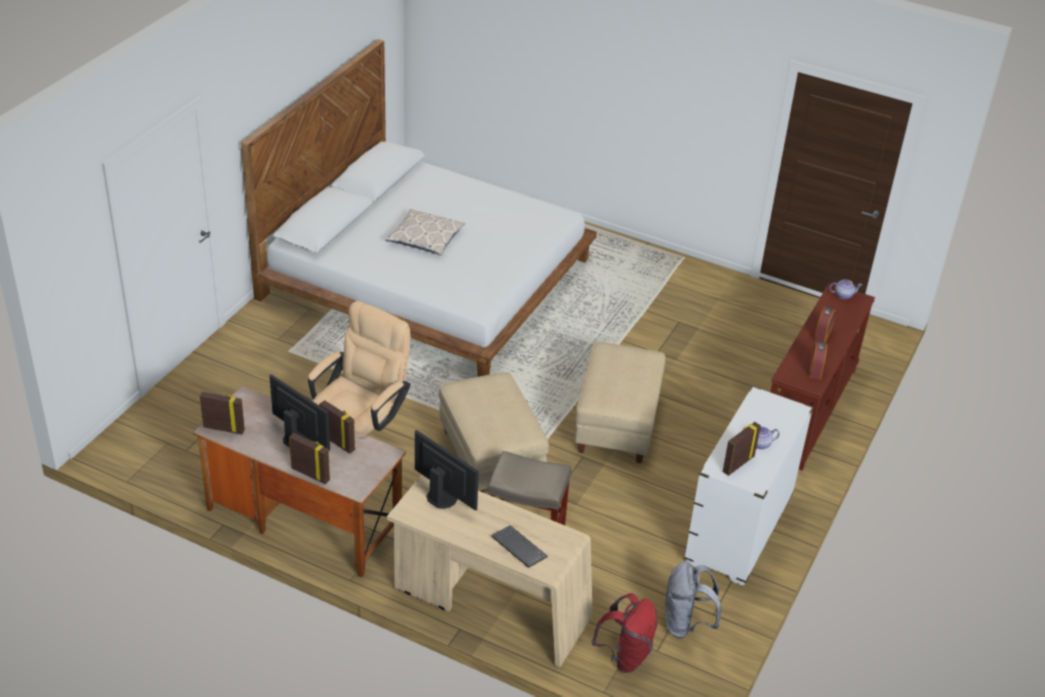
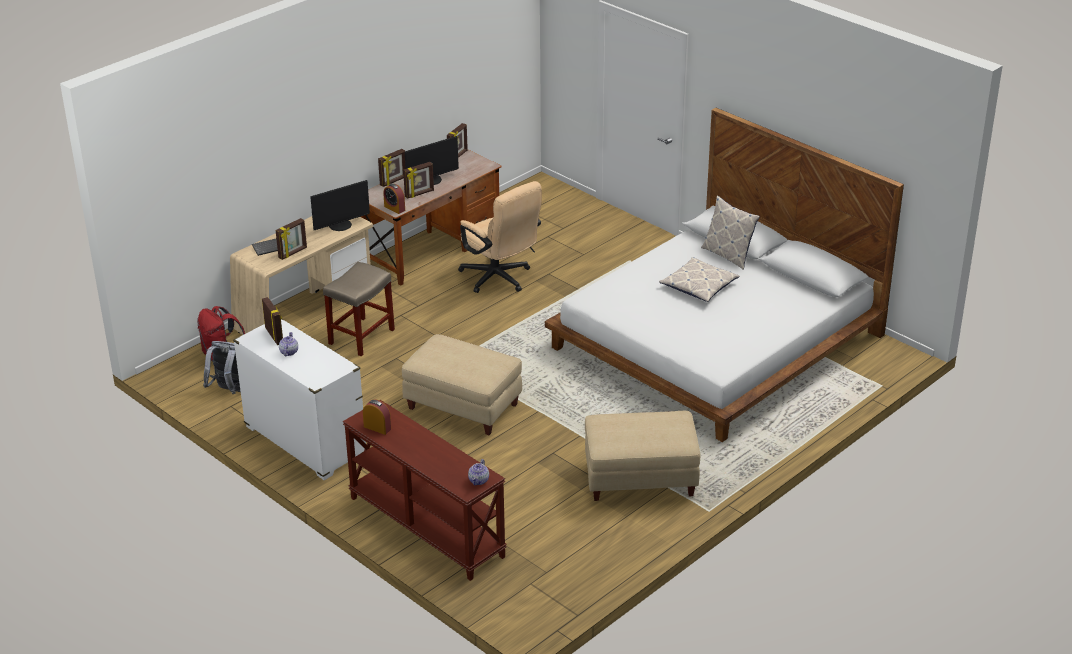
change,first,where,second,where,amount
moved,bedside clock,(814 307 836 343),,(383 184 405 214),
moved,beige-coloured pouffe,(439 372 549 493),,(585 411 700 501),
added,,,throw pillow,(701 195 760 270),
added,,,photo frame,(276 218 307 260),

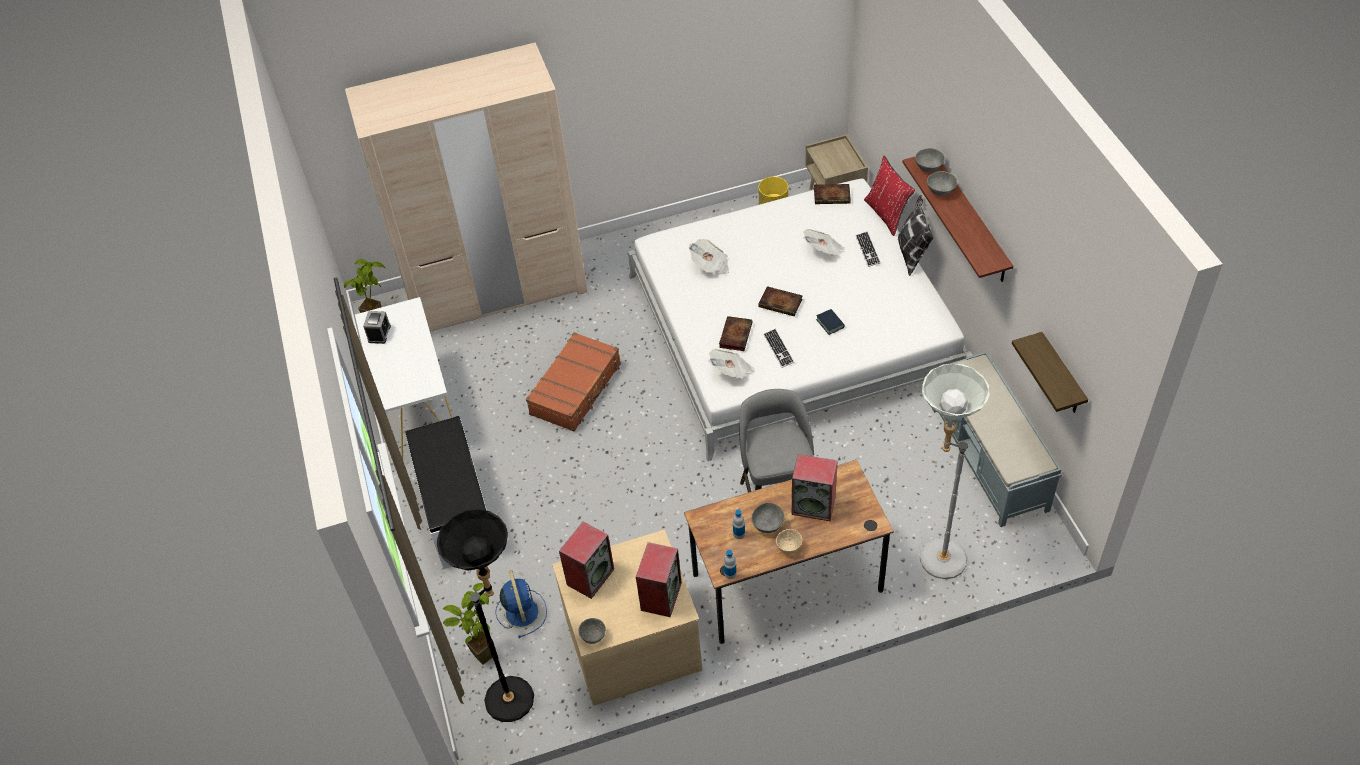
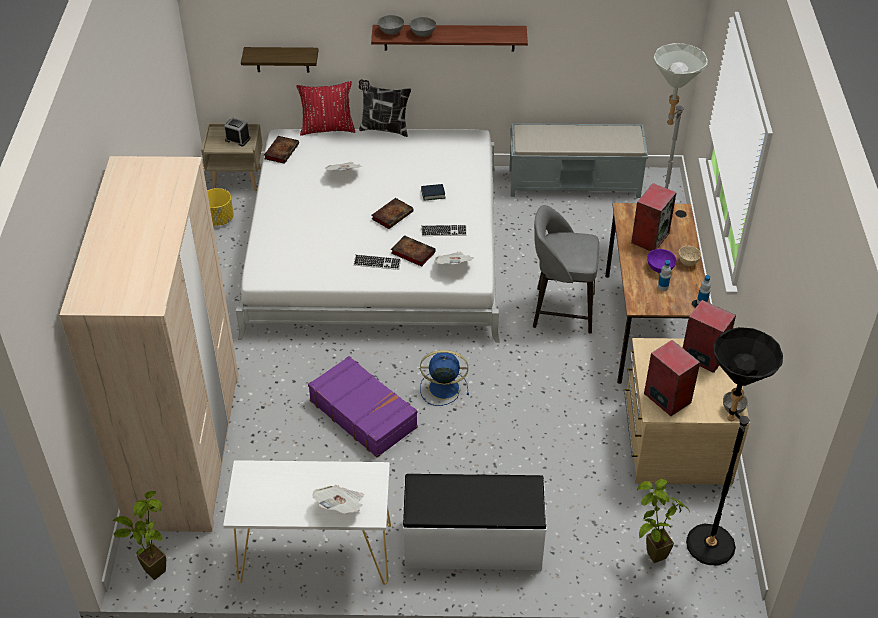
change,first,where,second,where,amount
moved,keyboard,(855 232 881 267),,(353 254 401 270),
moved,newspaper,(689 239 729 274),,(312 485 364 513),
moved,bedside clock,(363 311 391 344),,(224 117 251 146),
recoloured,brown travel case,(526 332 621 432),purple-coloured travel case,(308 356 418 458),
moved,shelf,(1012 332 1088 413),,(241 47 319 73),
recoloured,grey bowl,(752 503 785 533),purple-coloured bowl,(647 249 676 273),
moved,bluish electric fan,(495 570 547 638),,(420 350 469 406),

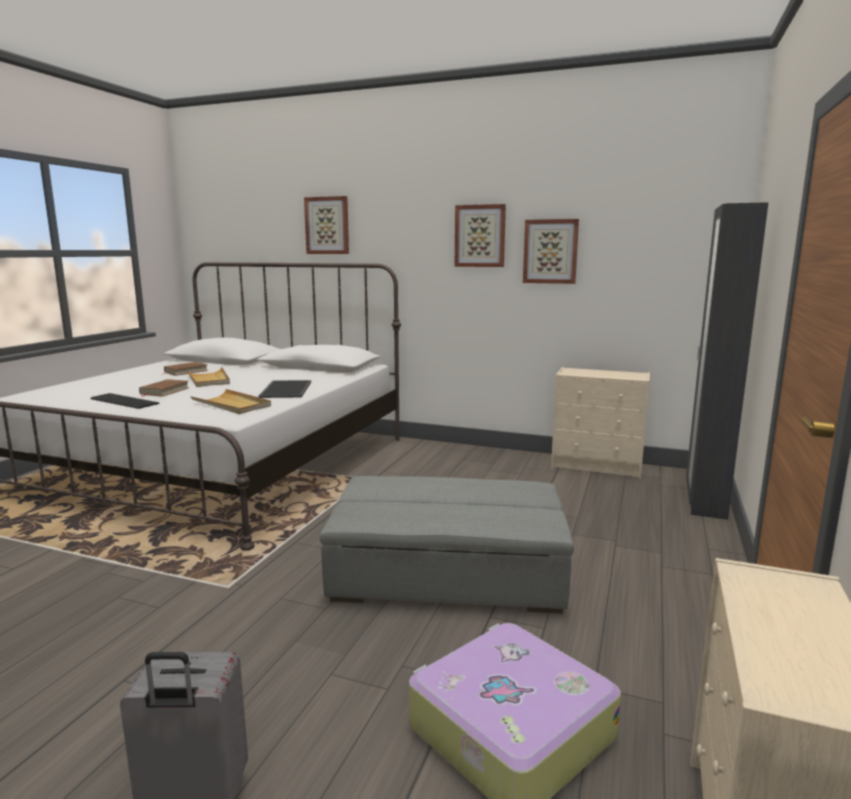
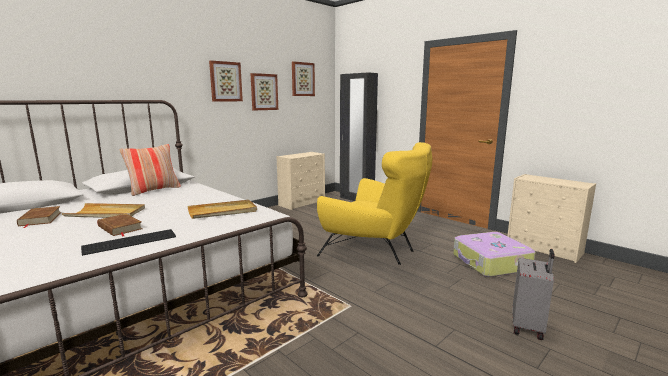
change,first,where,second,where,amount
moved,wall art,(304 196 349 254),,(292 61 315 96),
removed,tray,(258 380 311 398),,,
replaced,grey pouffe,(319 476 574 613),yellow-coloured easy chair,(317 142 432 265),
added,,,throw pillow,(120 144 181 196),

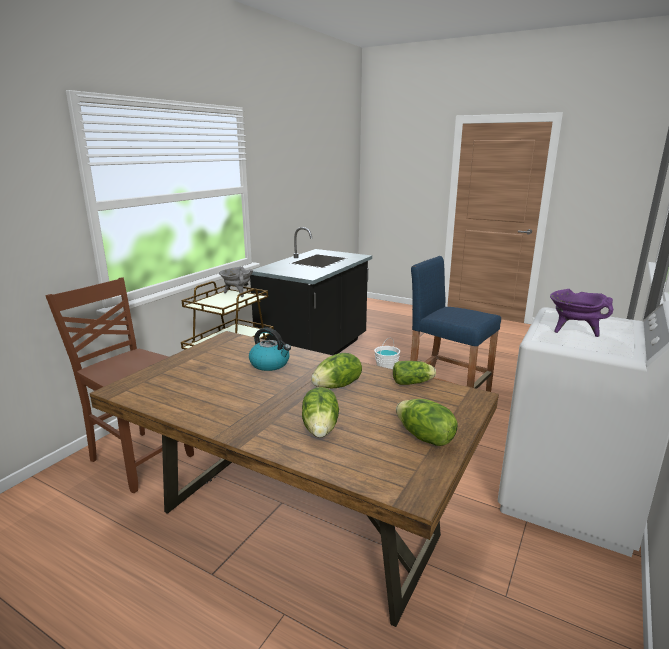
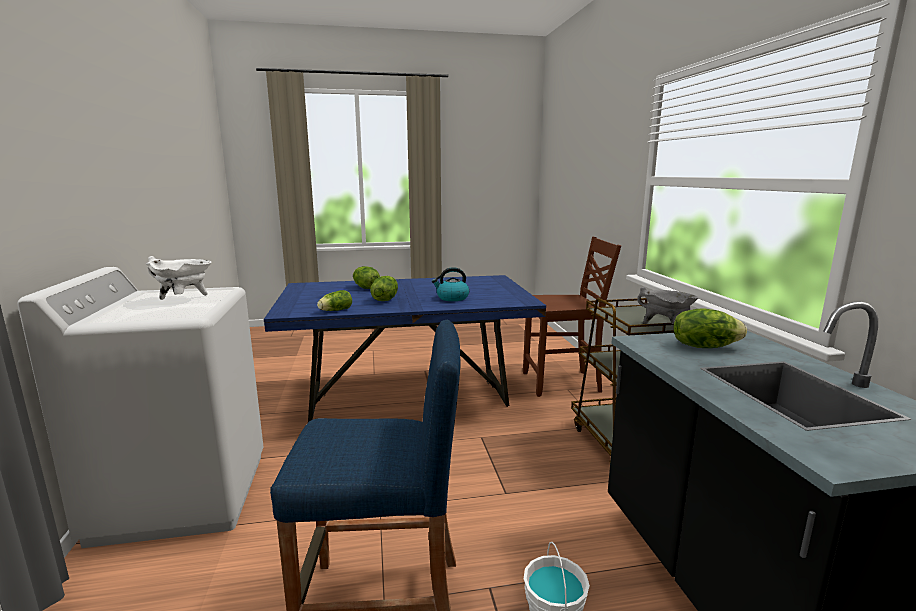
change,first,where,second,where,amount
recoloured,purple-coloured stockpot,(550 289 613 337),white stockpot,(146 256 212 300),
recoloured,brown dinner table,(89 331 499 627),bluish dinner table,(264 275 546 422),
moved,lettuce head,(396 399 458 446),,(673 308 747 348),

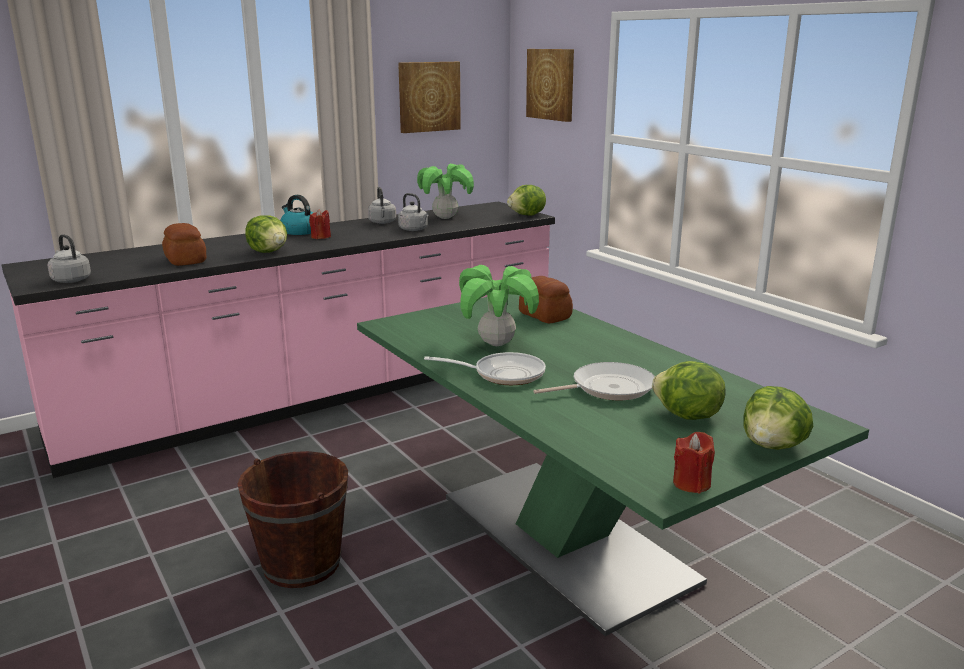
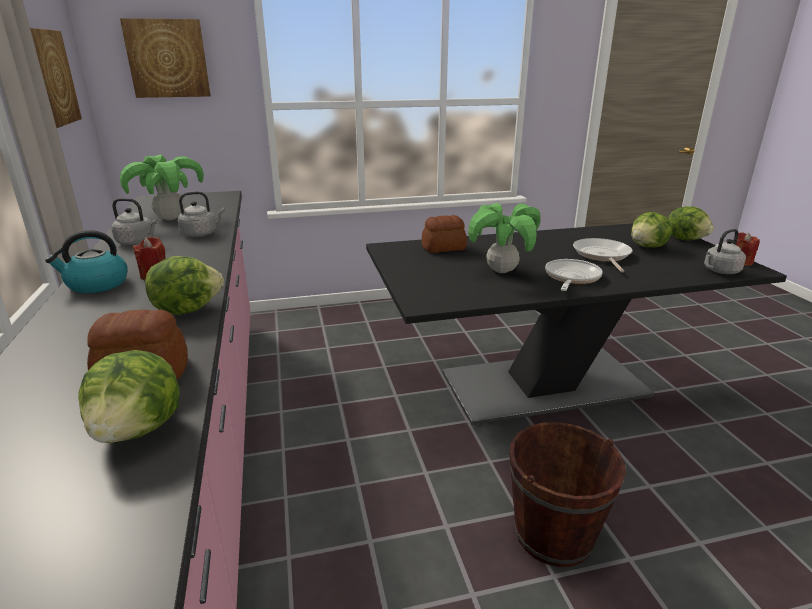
change,first,where,second,where,amount
moved,lettuce head,(507 185 546 216),,(78 350 179 443),
moved,grey tea kettle,(48 234 91 283),,(704 229 746 274),
recoloured,green dinner table,(357 294 869 636),black dinner table,(366 223 787 425),

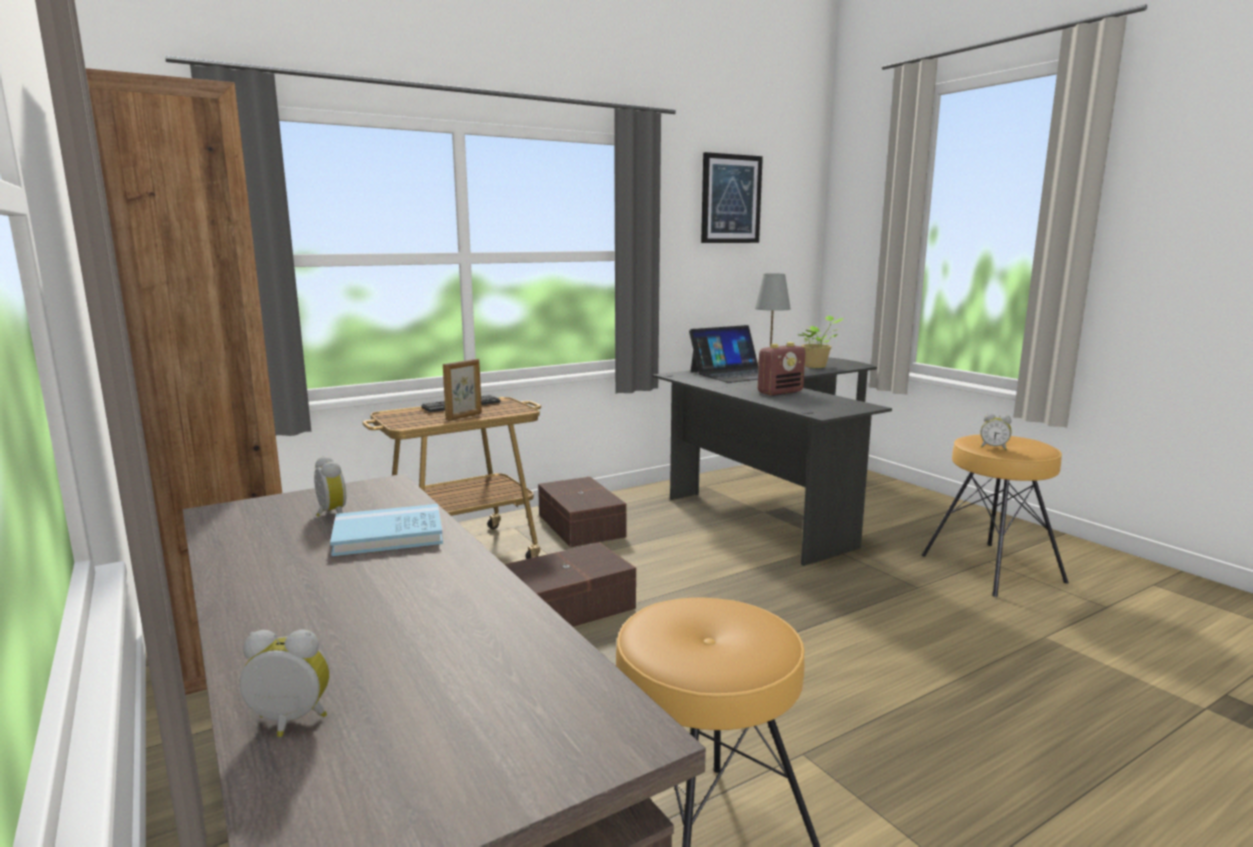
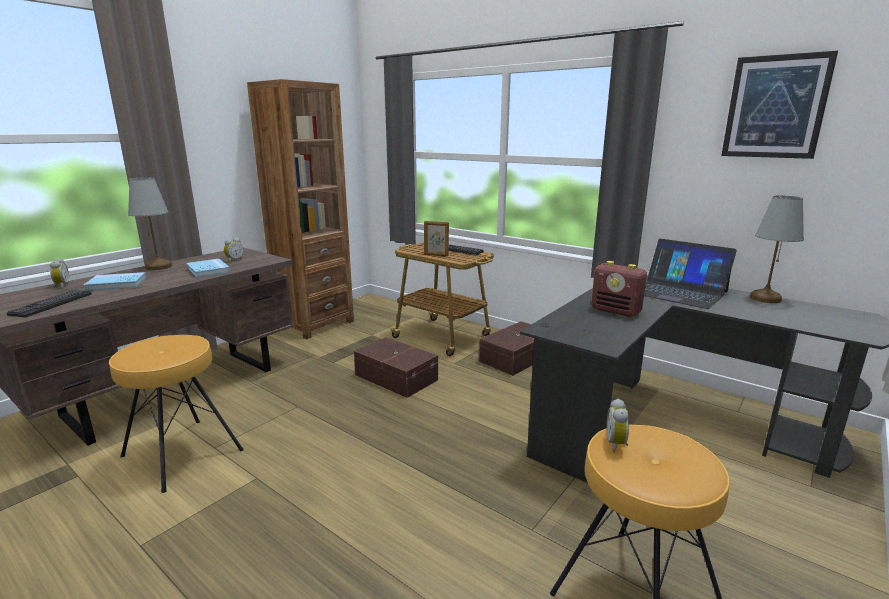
change,first,where,second,where,amount
removed,houseplant,(799 316 844 368),,,
added,,,grey table lamp,(128 177 172 270),
added,,,bluish volume,(84 272 146 291),
added,,,keyboard,(7 290 92 317),

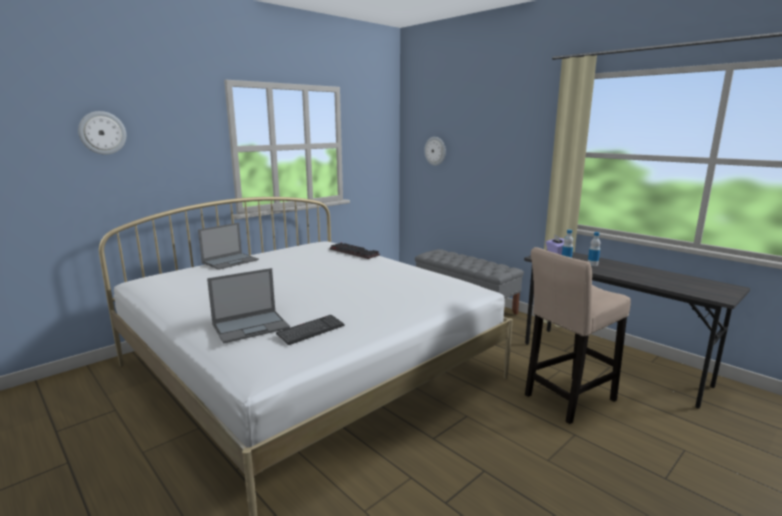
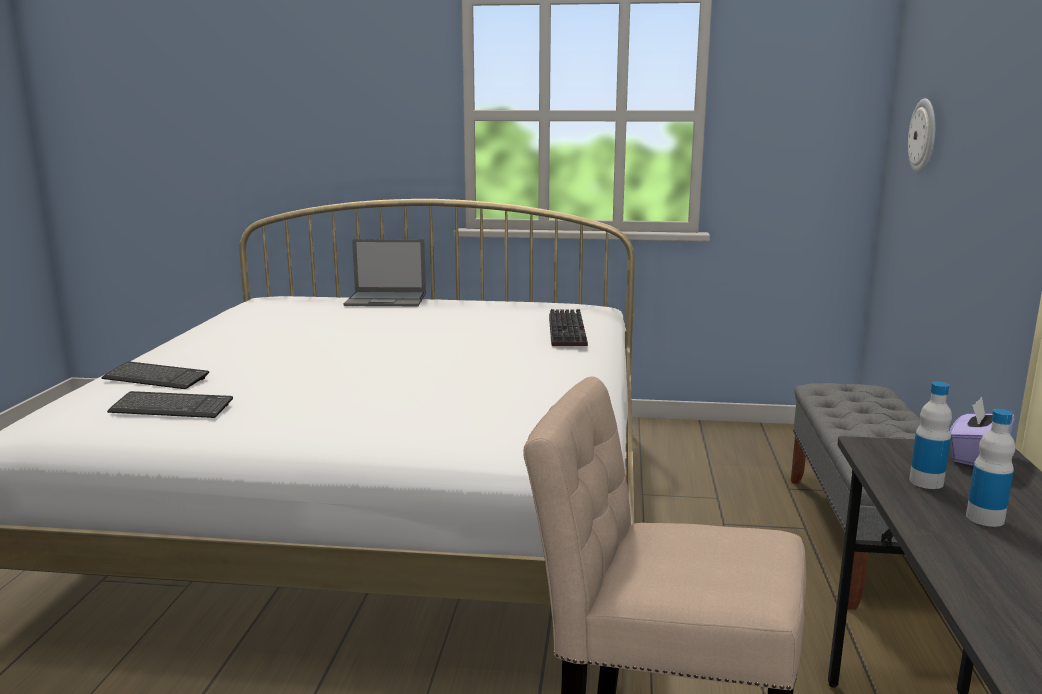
change,first,where,second,where,amount
removed,hanging clock,(78 111 126 155),,,
replaced,laptop,(207 268 290 344),keyboard,(102 362 209 389),

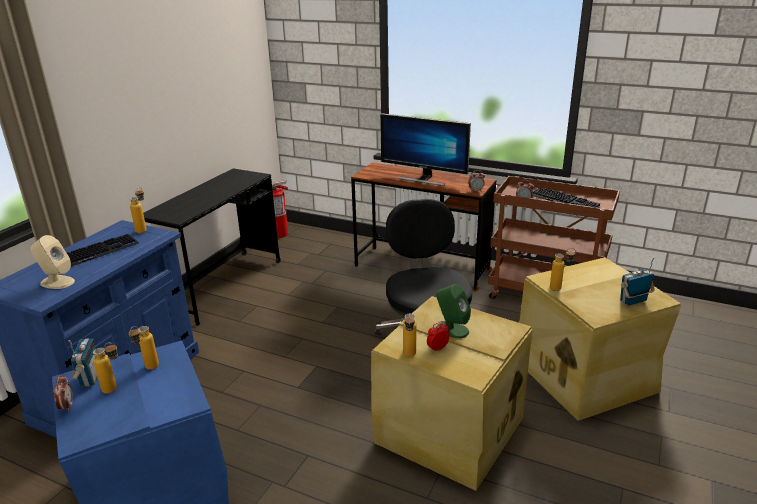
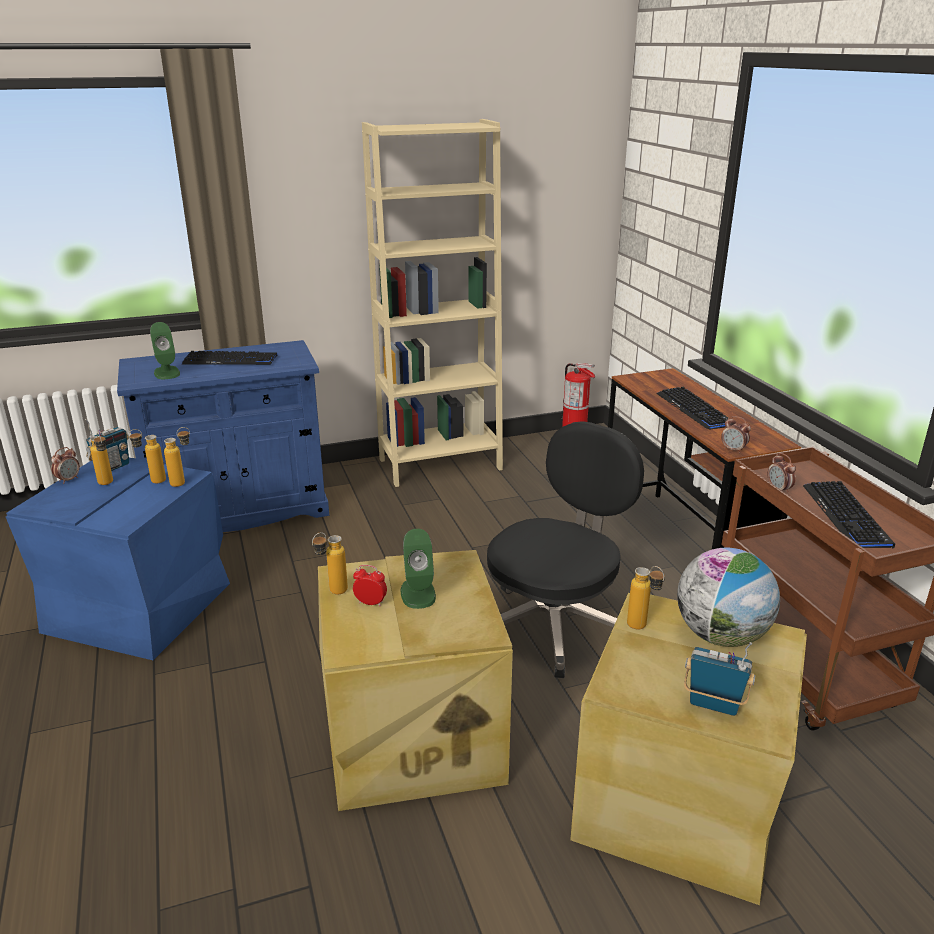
change,first,where,second,where,amount
replaced,monitor,(380 113 471 186),keyboard,(656 387 730 430),
replaced,black desk,(143 169 281 325),beige-coloured bookcase,(362 119 503 487),
moved,beverage bottle,(130 187 147 233),,(164 427 190 487),
recoloured,beige-coloured loudspeaker,(30 235 75 289),green loudspeaker,(150 322 180 379),
added,,,world globe,(677 548 780 647),

